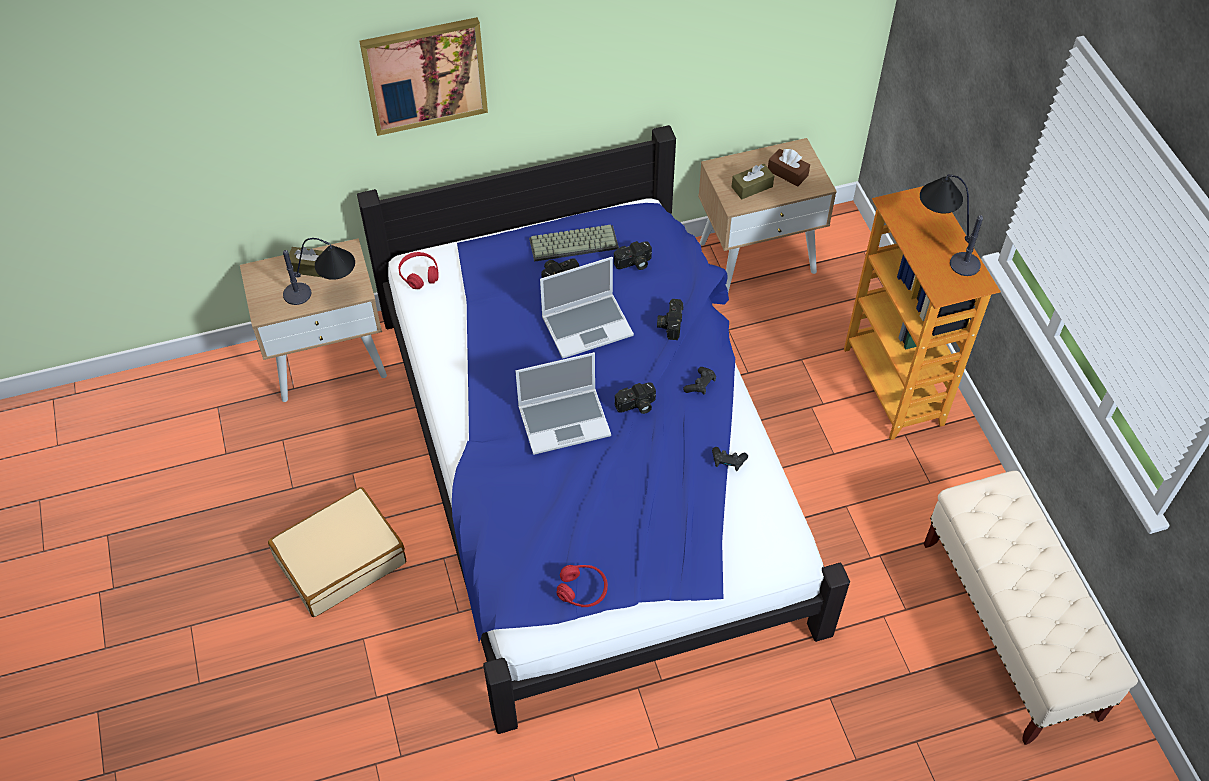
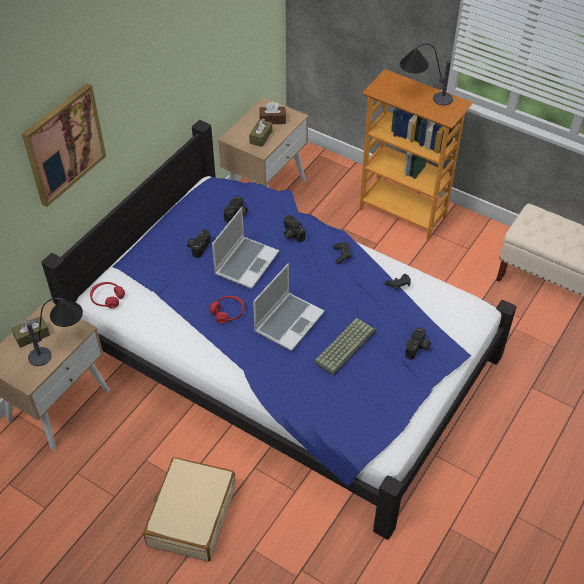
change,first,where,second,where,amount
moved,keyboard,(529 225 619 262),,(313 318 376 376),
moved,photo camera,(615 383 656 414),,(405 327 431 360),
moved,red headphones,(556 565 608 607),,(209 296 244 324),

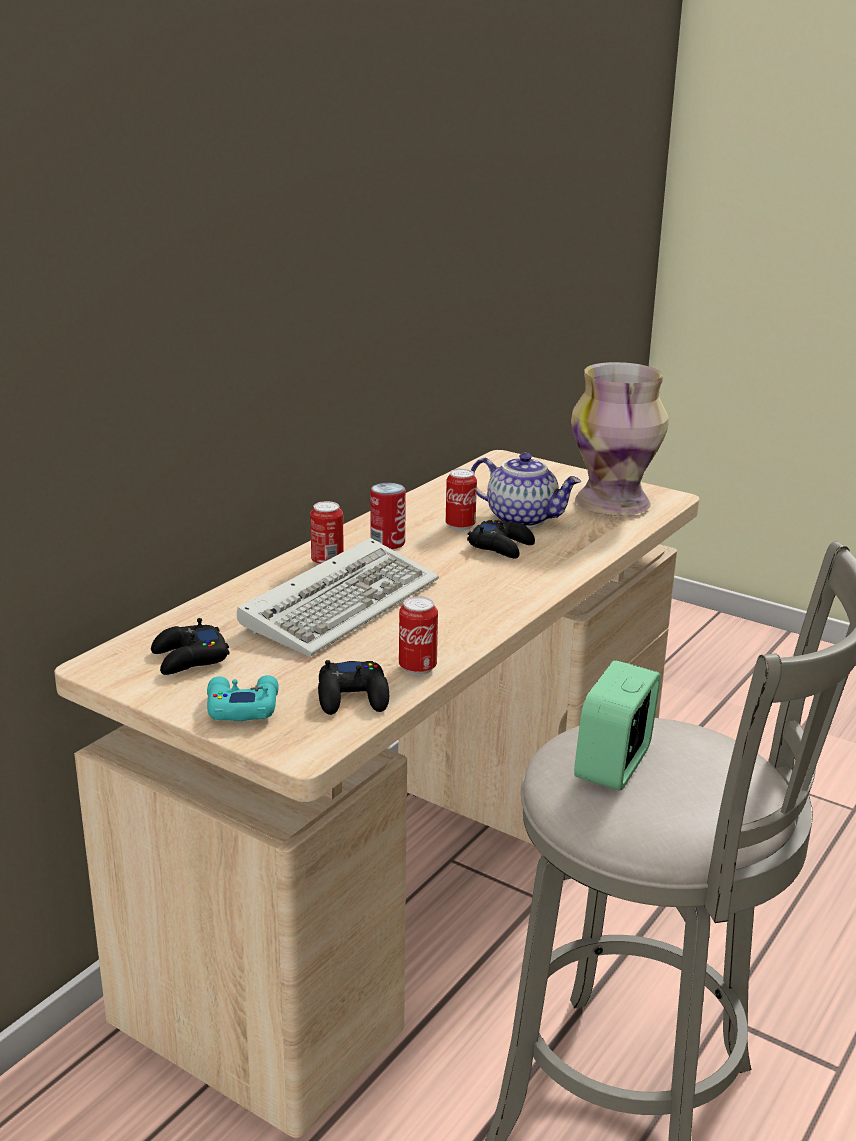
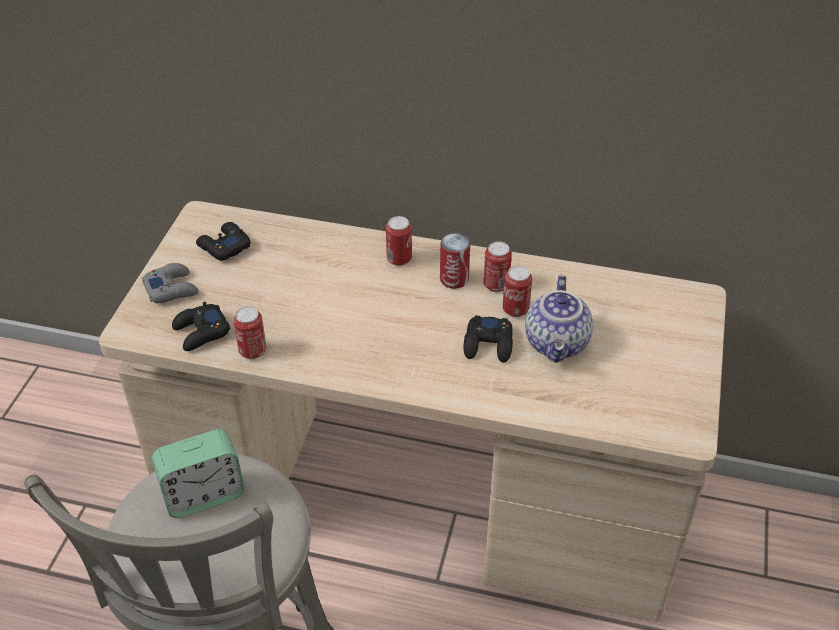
change,first,where,second,where,amount
removed,decorative vase,(571 362 668 516),,,
removed,keyboard,(237 538 439 657),,,
turned,bedside clock,(574 660 661 791),,(152 429 245 518),150 degrees clockwise
recoloured,turquoise gamepad,(207 675 279 721),grey gamepad,(142 263 199 303),
added,,,can,(483 241 512 292),

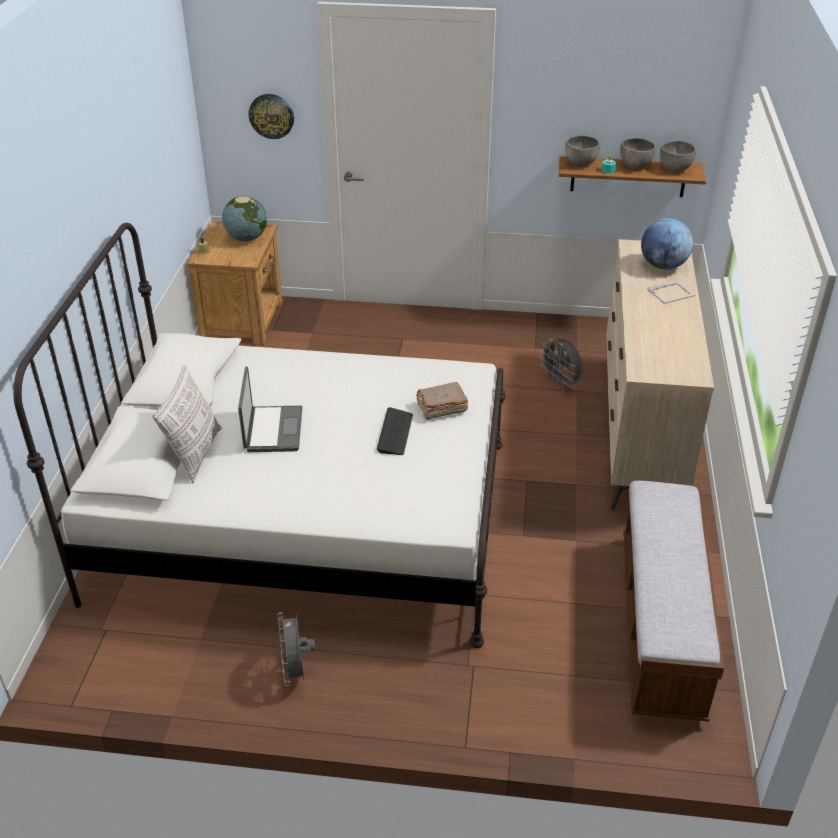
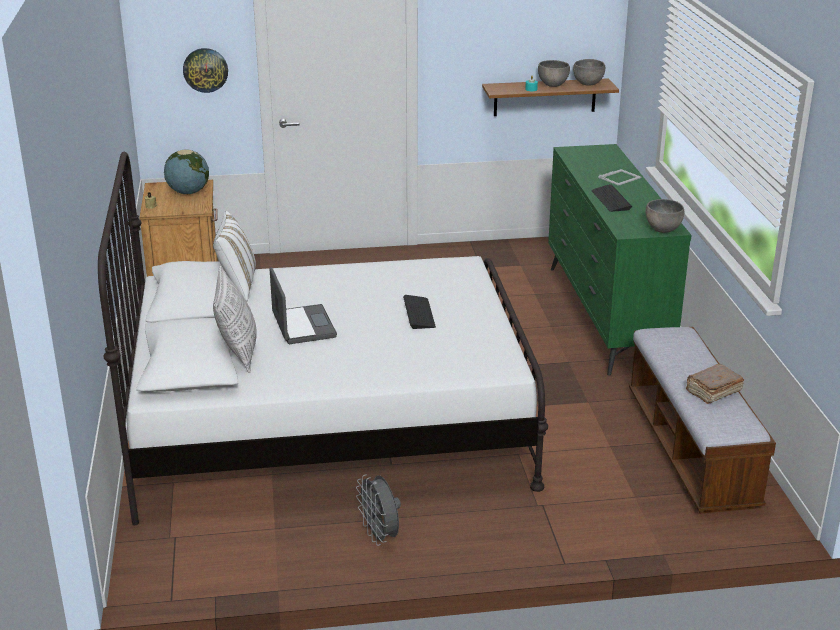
change,first,where,second,where,amount
moved,grey bowl,(565 135 600 167),,(646 199 684 233),
removed,world globe,(641 218 693 270),,,
recoloured,beige-coloured chest of drawers,(606 239 714 510),green chest of drawers,(548 144 692 375),
removed,grey electric fan,(540 339 583 391),,,
moved,brown volume,(416 382 468 420),,(686 364 744 404),
added,,,keyboard,(591 184 632 212),
added,,,white throw pillow,(213 211 256 301),

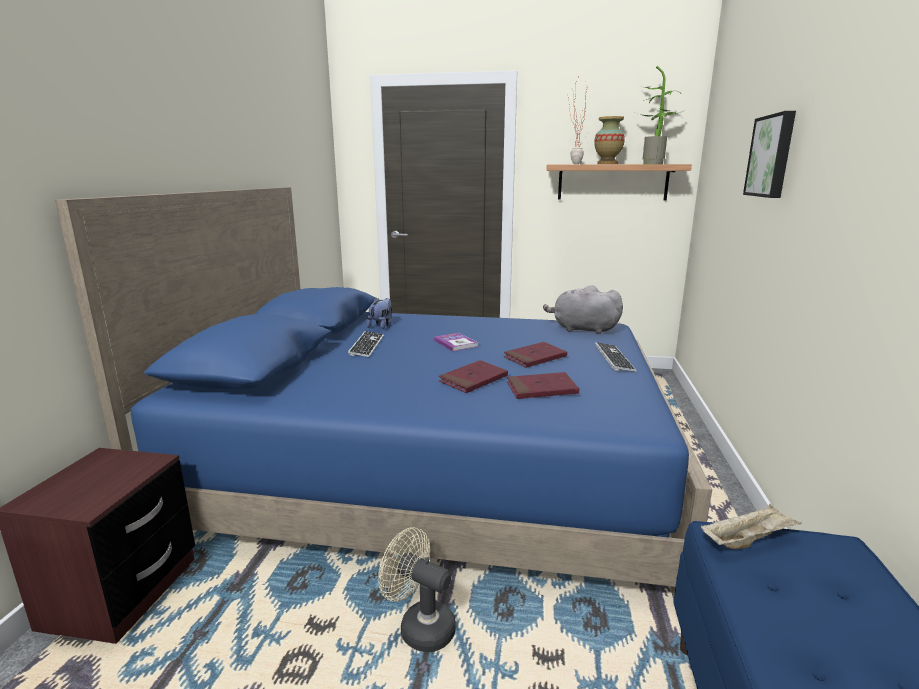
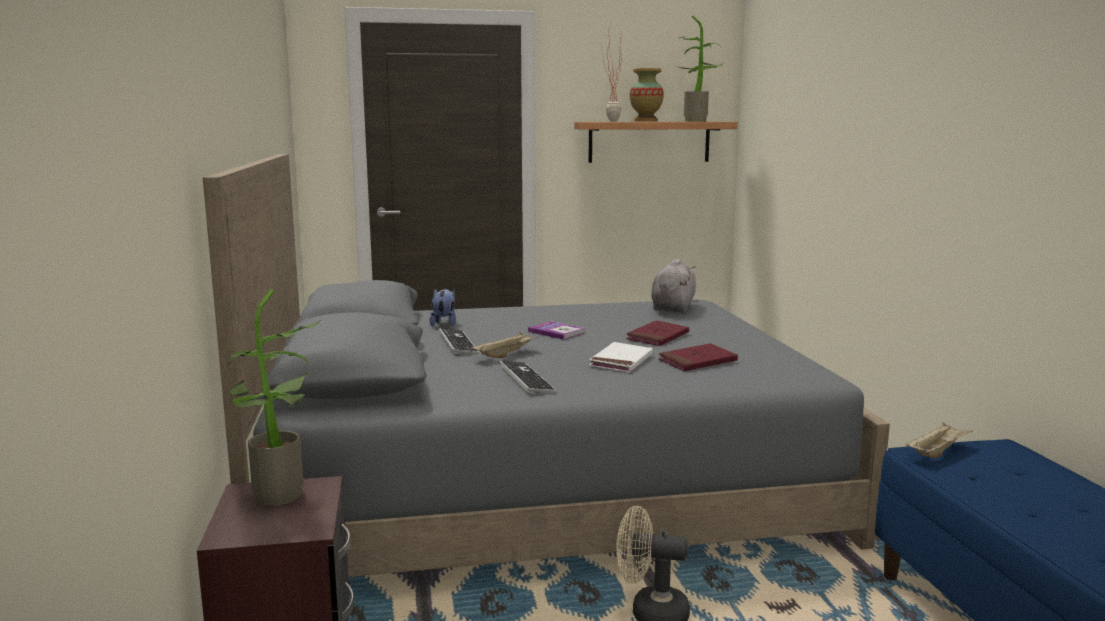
change,first,where,second,where,amount
removed,wall art,(743 111 796 198),,,
recoloured,bluish sleeping bed,(55 187 712 600),grey sleeping bed,(203 154 890 577),
turned,grey soft toy,(543 285 623 334),,(651 259 696 313),105 degrees clockwise
moved,keyboard,(595 342 637 372),,(499 361 557 394),
recoloured,red volume,(439 360 508 393),white volume,(589 342 653 373),
added,,,houseplant,(228 289 321 506),
added,,,beige-coloured tray,(471 332 539 358),

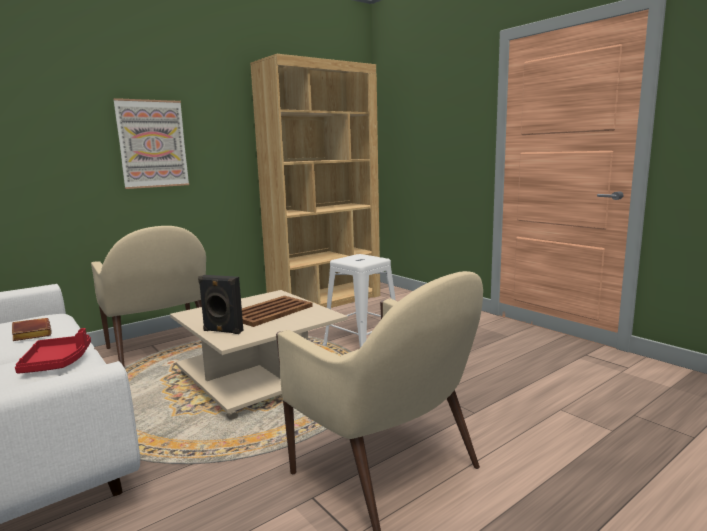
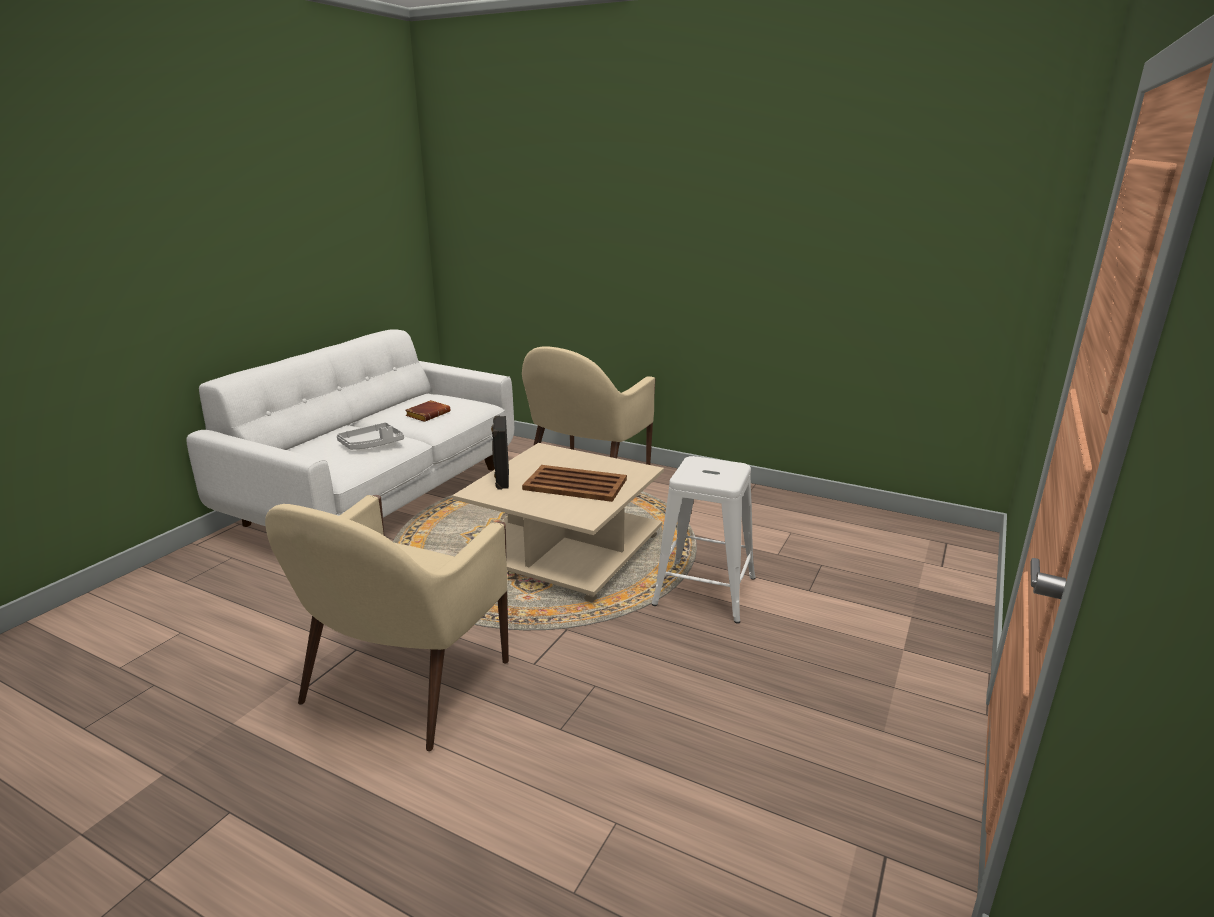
change,first,where,second,where,amount
removed,brown bookcase,(250 54 380 308),,,
removed,wall art,(113 98 189 189),,,
recoloured,red tray,(15 328 91 374),grey tray,(337 422 404 450),

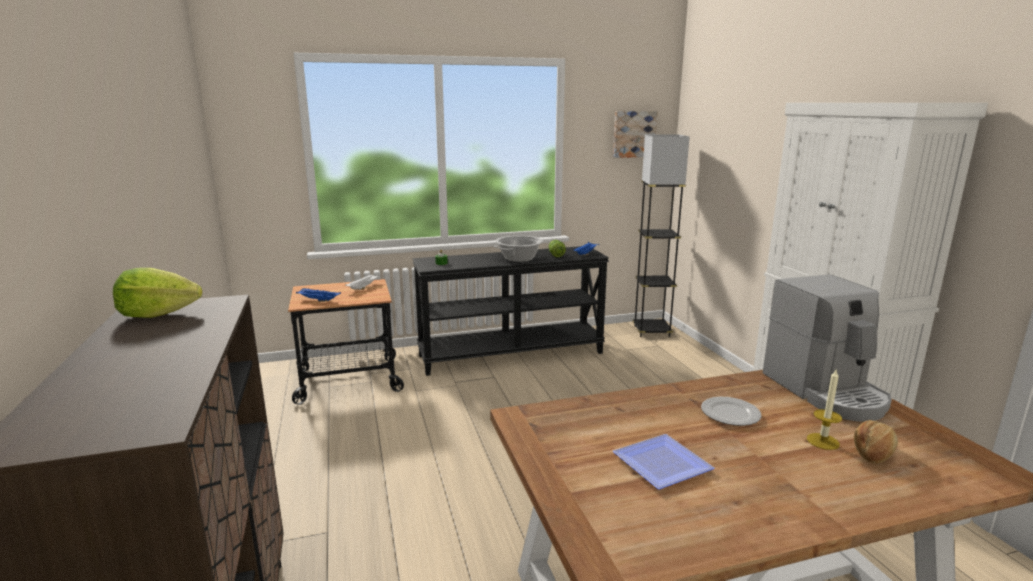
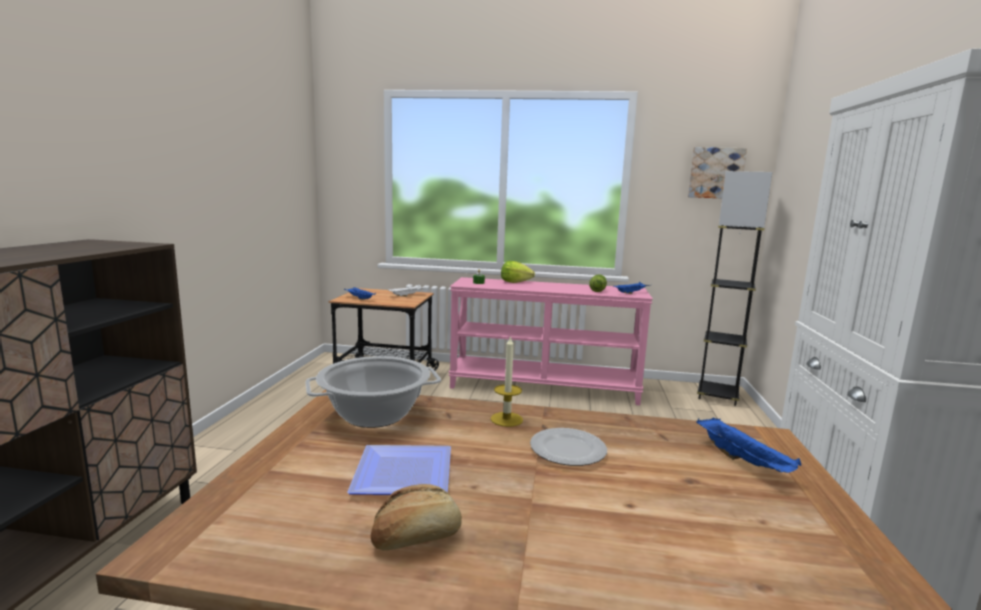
change,first,where,second,where,amount
moved,stockpot,(494 236 543 262),,(305 356 441 428),
recoloured,black hall table,(413 246 609 376),pinkish hall table,(449 277 653 405),
moved,lettuce head,(113 268 202 318),,(501 261 535 283),
replaced,coffee maker,(763 275 892 422),bluish tray,(696 417 801 473),
moved,wax candle,(807 370 842 450),,(491 335 523 427),
moved,bakery bread,(854 420 898 464),,(371 484 462 551),

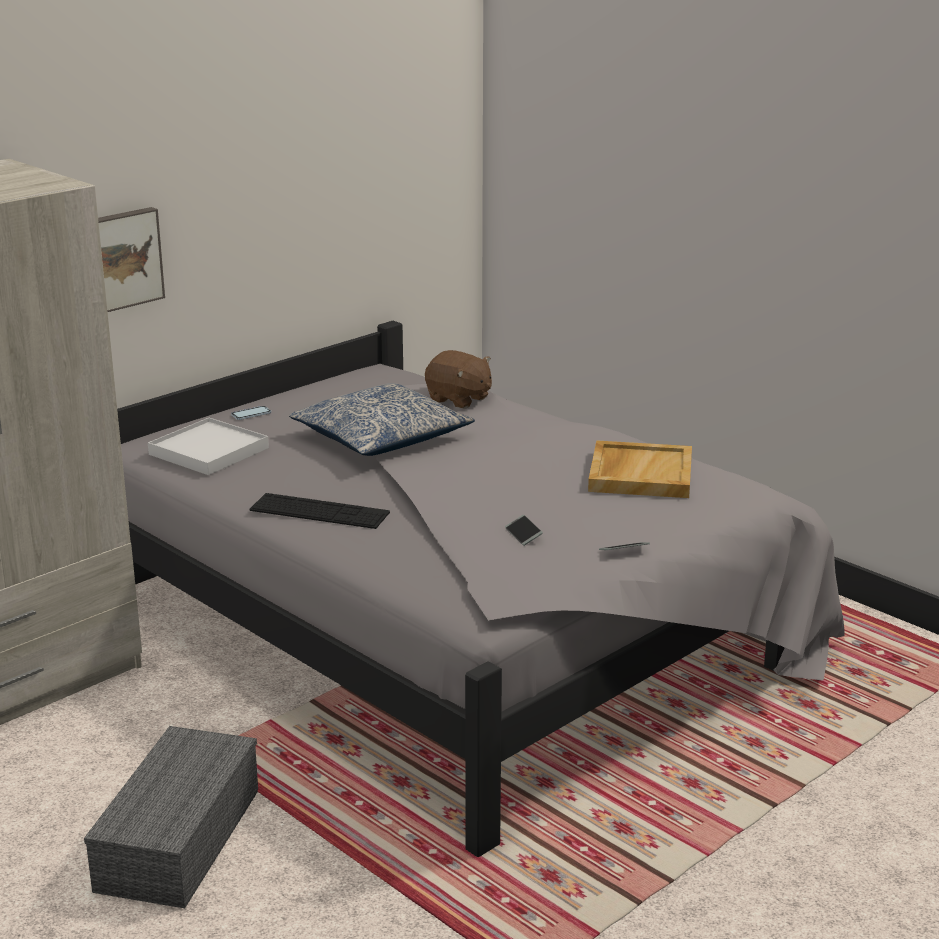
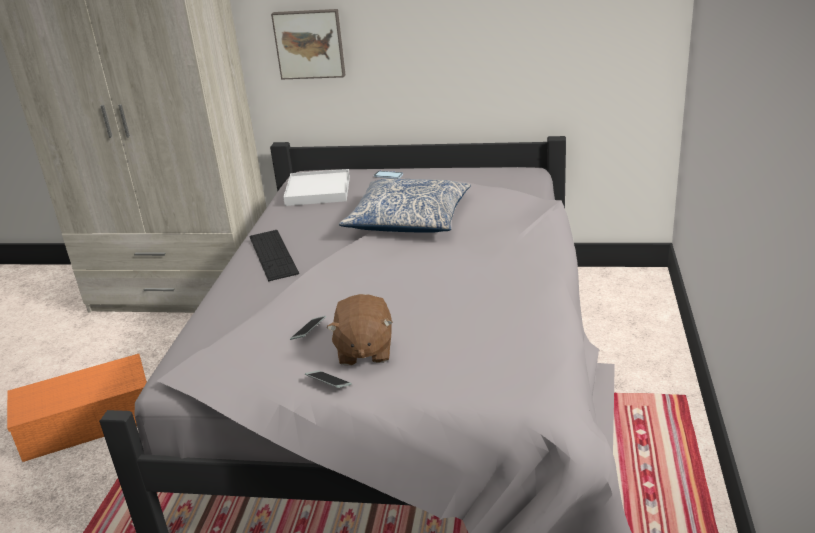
change,first,where,second,where,amount
moved,brown soft toy,(425 350 492 408),,(327 294 393 366),
removed,beige-coloured tray,(588 440 692 498),,,
recoloured,grey storage bin,(84 726 258 908),orange storage bin,(7 354 147 462),

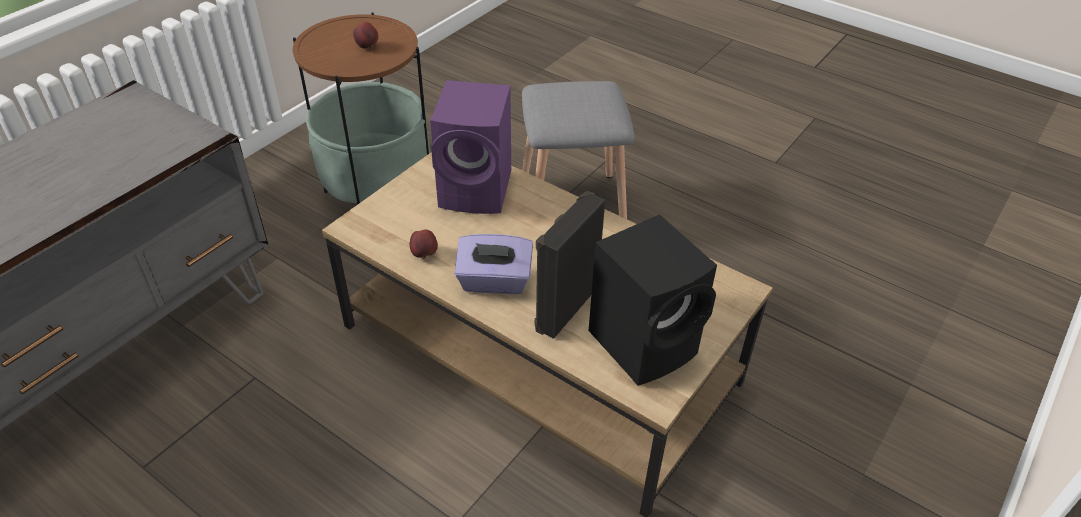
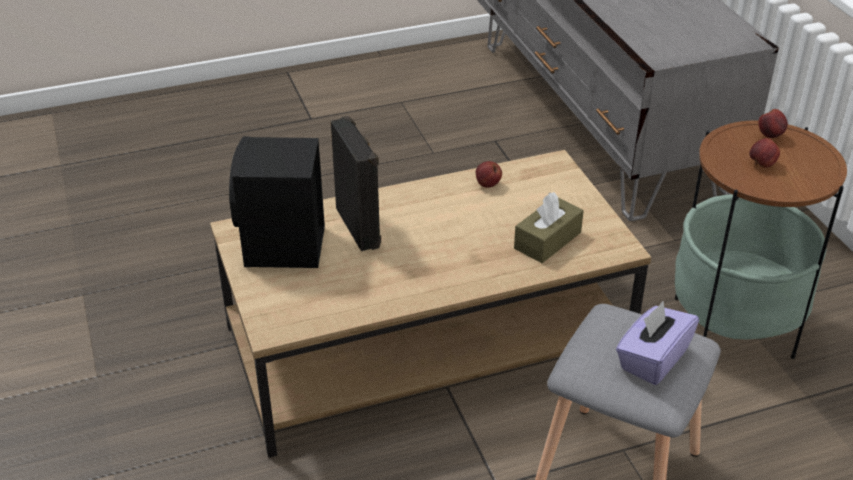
change,first,where,second,where,amount
replaced,purple-coloured loudspeaker,(430 80 511 214),brown box of tissues,(514 192 584 263),
moved,purple-coloured box of tissues,(455 234 533 294),,(616 301 699 385),
added,,,apple fruit,(759 109 788 138),

